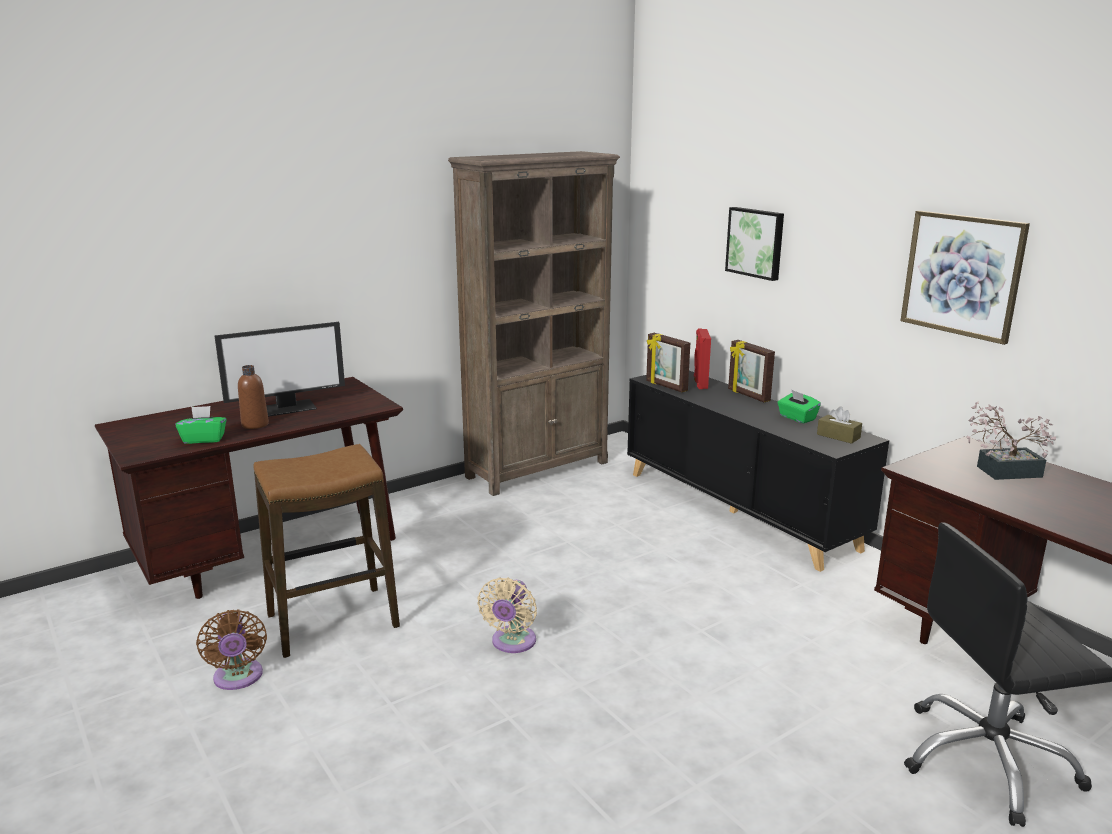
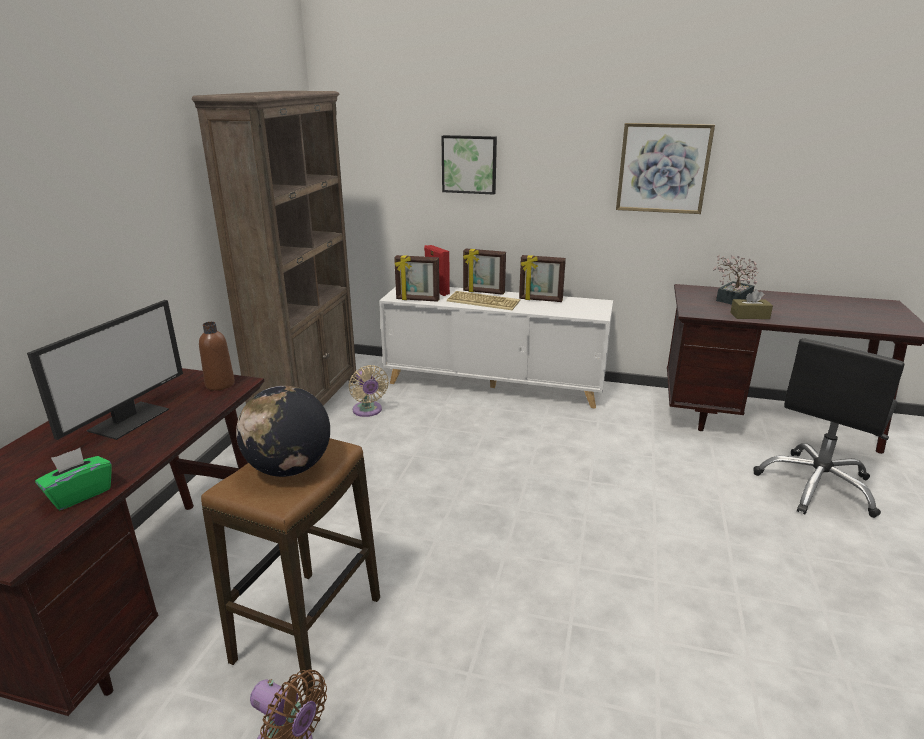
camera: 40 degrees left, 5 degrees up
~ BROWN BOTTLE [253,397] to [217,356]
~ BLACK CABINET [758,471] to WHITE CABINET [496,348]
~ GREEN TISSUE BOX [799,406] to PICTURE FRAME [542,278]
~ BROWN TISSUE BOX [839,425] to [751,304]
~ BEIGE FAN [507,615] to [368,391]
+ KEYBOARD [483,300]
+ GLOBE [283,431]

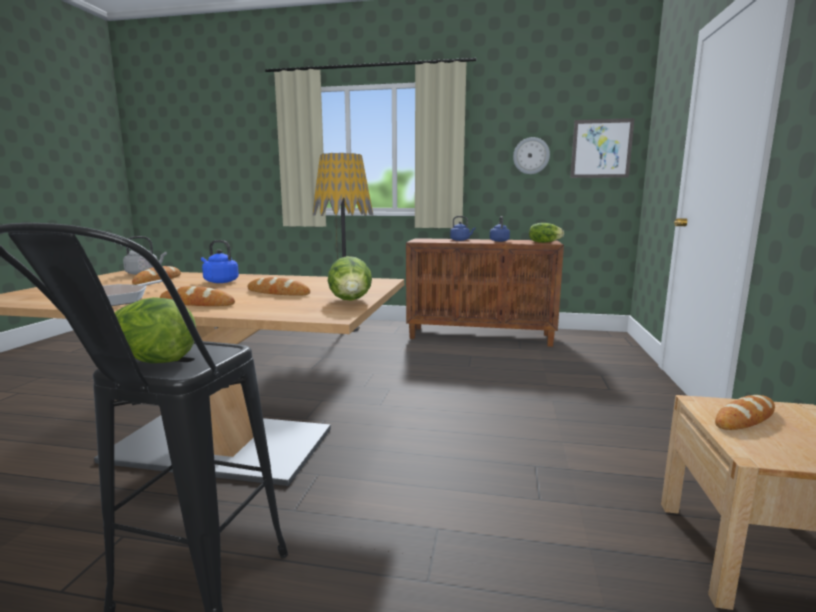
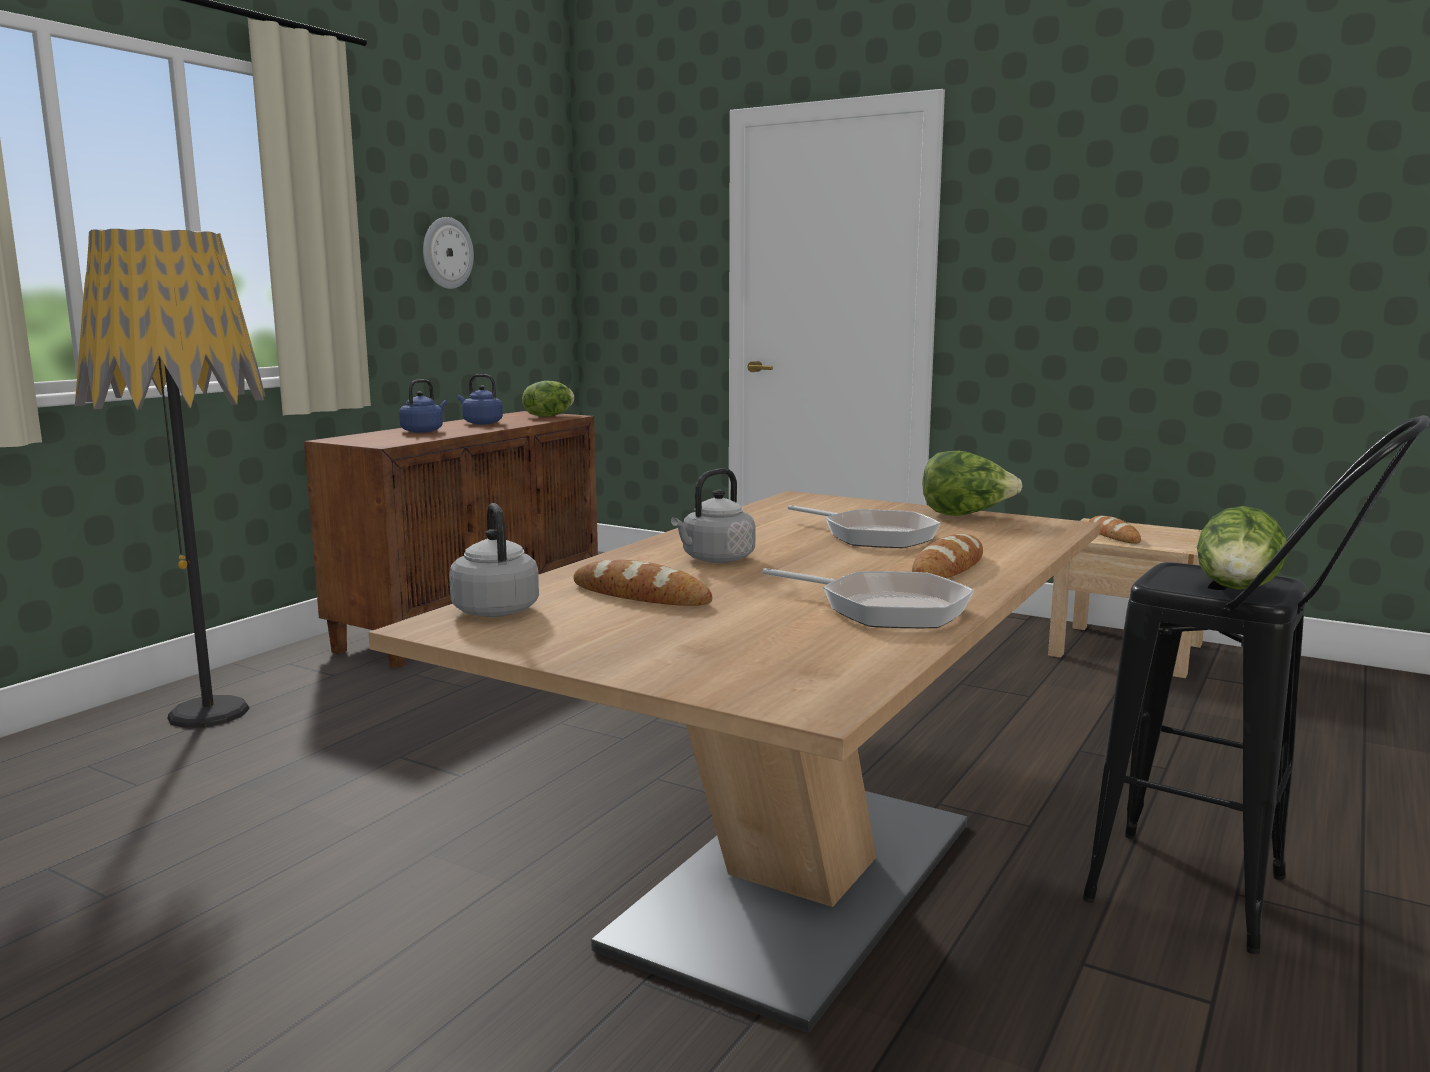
camera: 70 degrees left, 0 degrees up
- PICTURE [602,148]
~ BLUE KETTLE [220,261] to GREY KETTLE [713,515]
~ BREAD [279,286] to FRYING PAN [864,526]

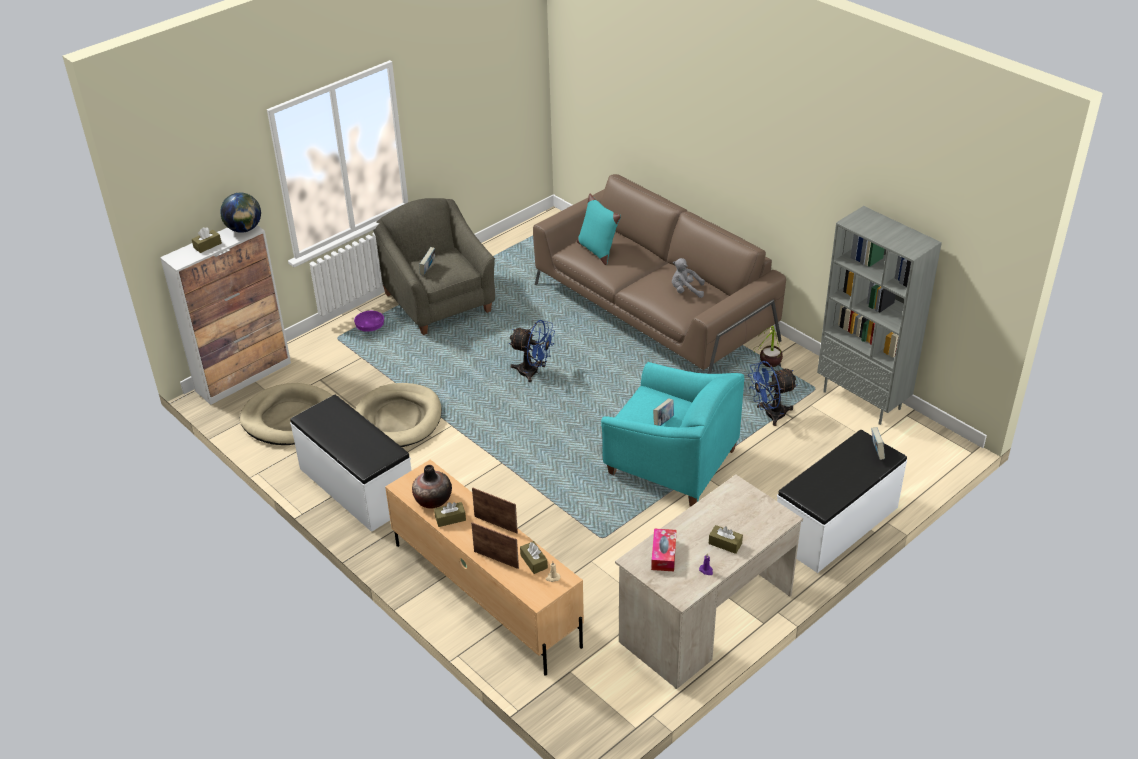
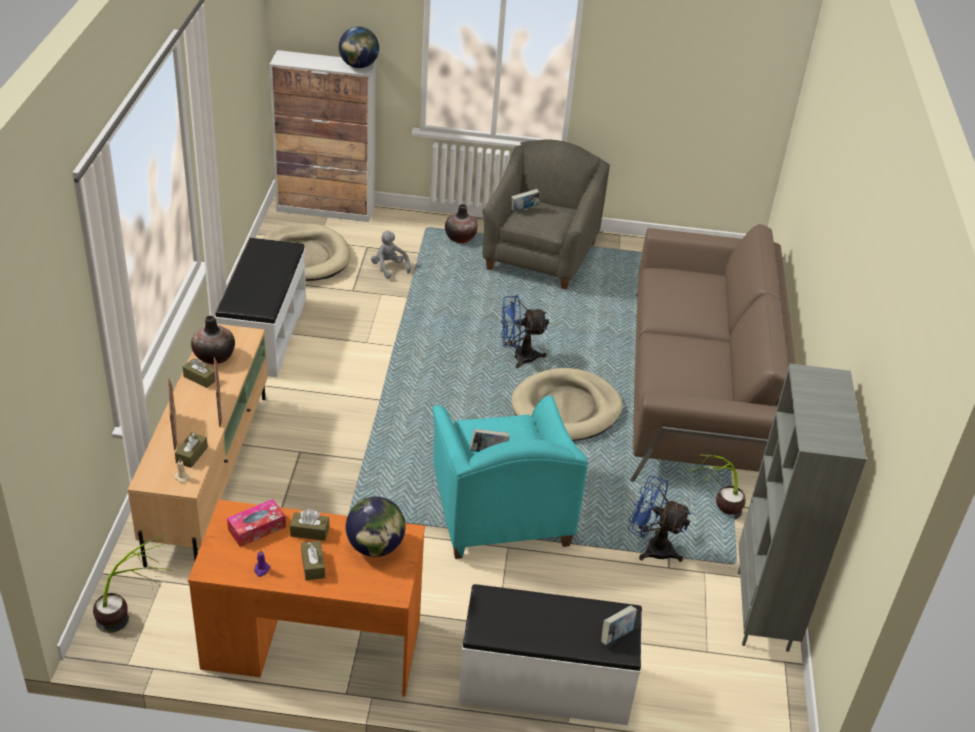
camera: 45 degrees right, 0 degrees up
- TURQUOISE PILLOW [599,229]
~ BROWN TISSUE BOX [207,240] to [309,525]
~ GREY PLUSH TOY [688,278] to [391,255]
~ PURPLE BOWL [369,321] to VASE [461,223]
~ BLUE FAN [532,351] = [525,331] 105 degrees clockwise
~ BEIGE DOG BED [398,415] to [567,404]
~ BEIGE DESK [709,581] to ORANGE DESK [306,598]
+ GLOBE [376,527]
+ POTTED PLANT [132,583]

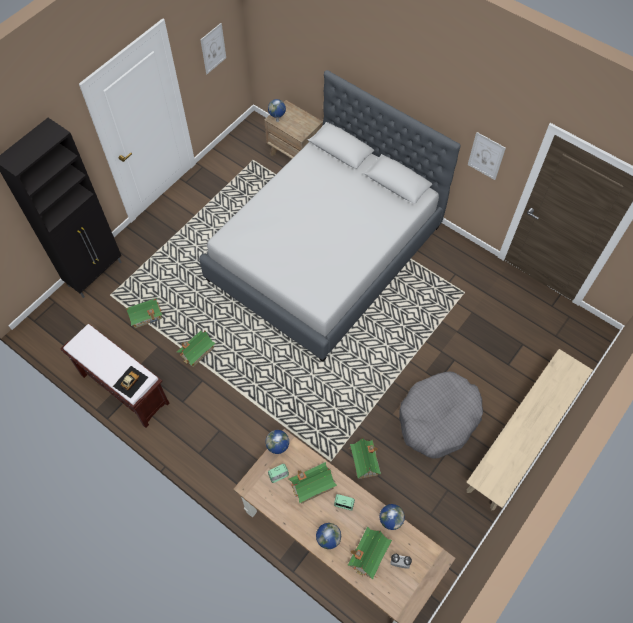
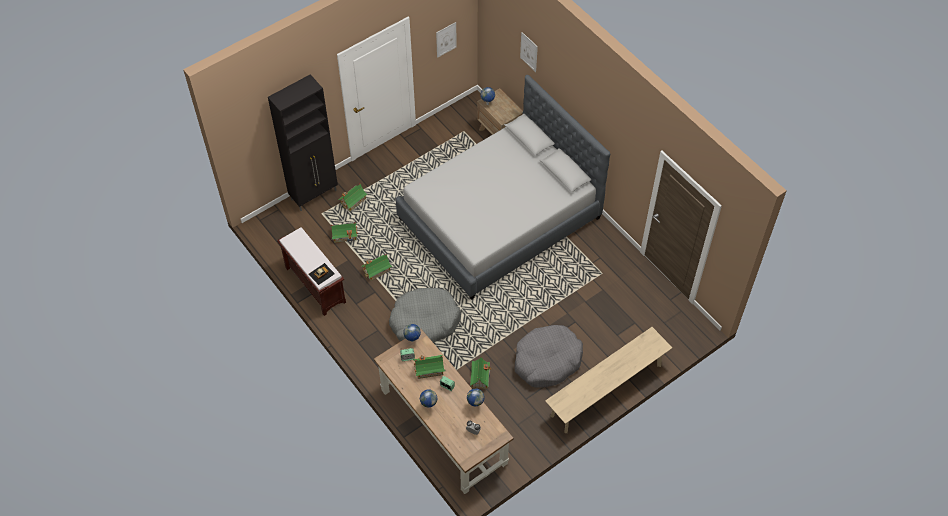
camera: 15 degrees right, 5 degrees down
~ PICTURE [487,156] to [529,52]
~ TOY HOUSE [369,553] to [352,197]
+ GREY DOG BED [425,315]

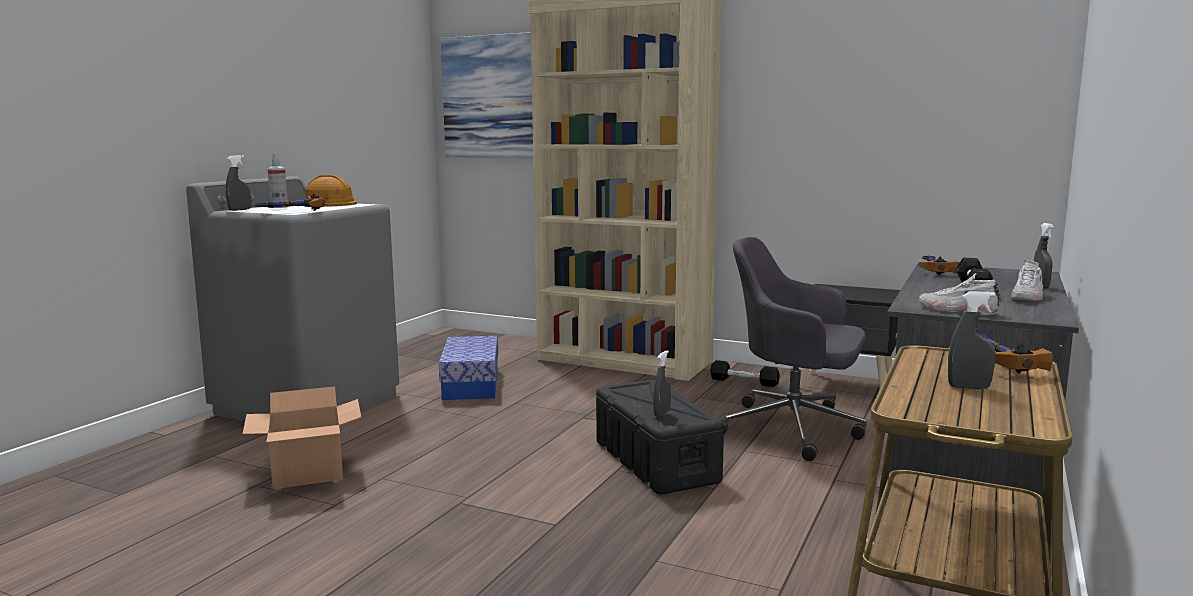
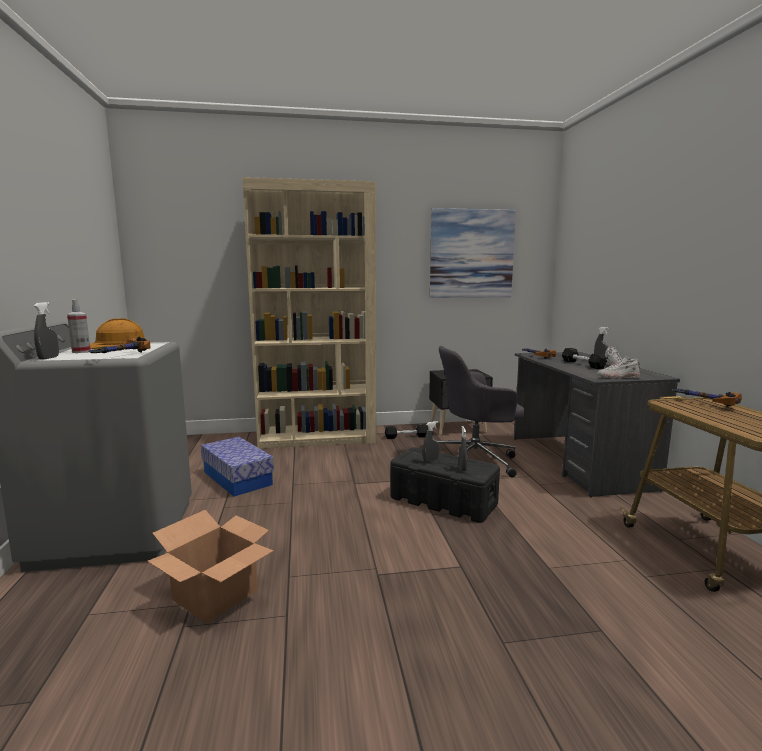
camera: 35 degrees left, 0 degrees up
~ PICTURE [487,95] to [473,253]
~ GREY SPRAY BOTTLE [972,340] to [431,441]

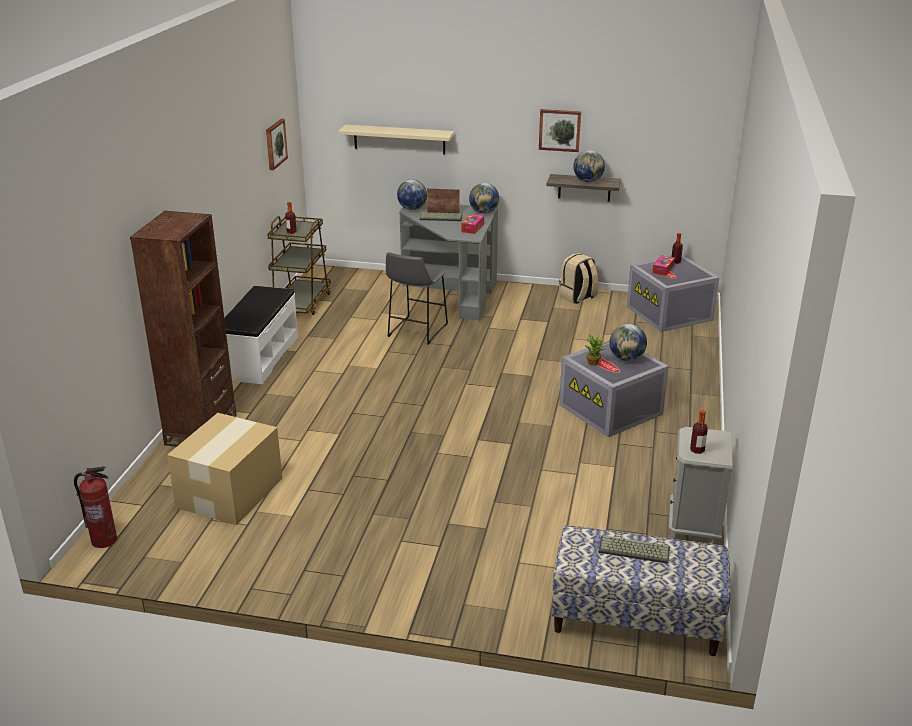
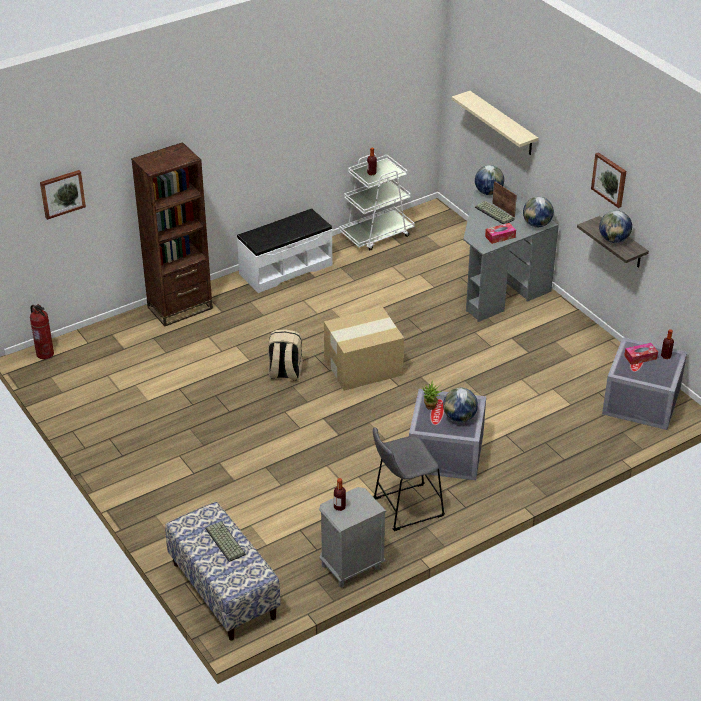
camera: 45 degrees right, 10 degrees up
~ PICTURE [277,144] to [63,195]
~ BROWN CART [299,265] to WHITE CART [377,202]
~ GREY STOOL [417,298] to [409,479]
~ BEIGE BACKPACK [578,278] to [285,355]
~ CARDBOARD BOX [224,469] to [364,349]

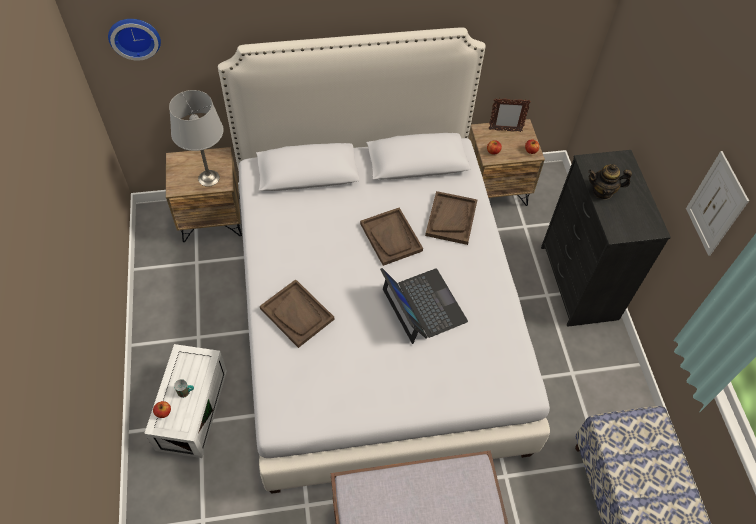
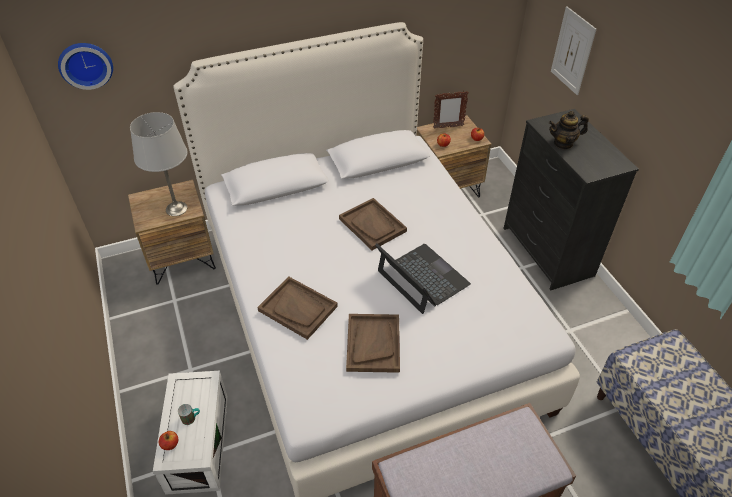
camera: 10 degrees left, 10 degrees down
~ PICTURE [717,203] to [573,51]
~ BROWN TRAY [451,218] to [373,343]

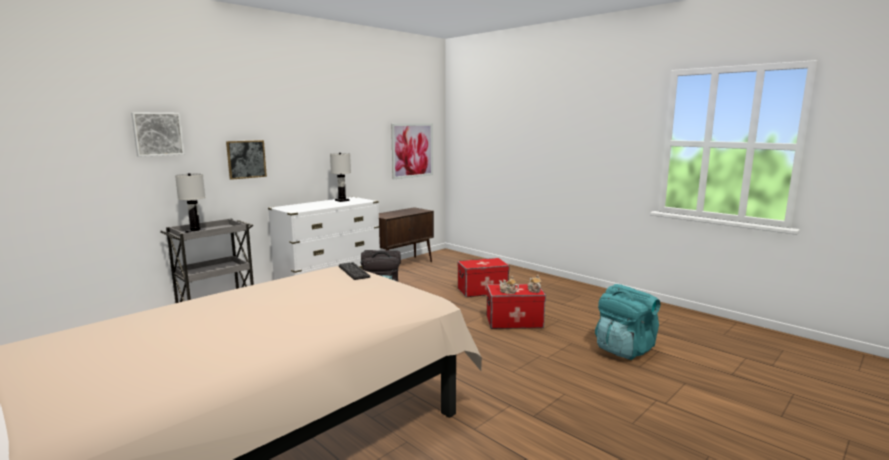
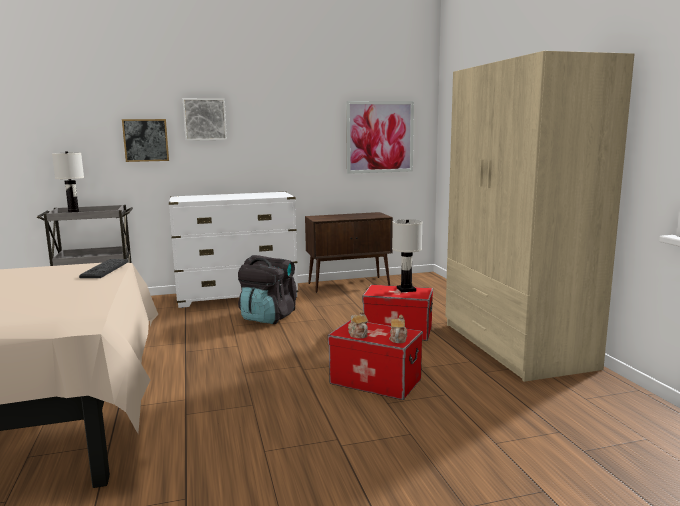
camera: 30 degrees right, 0 degrees up
~ PICTURE [157,134] to [205,119]
~ WHITE TABLE LAMP [340,177] to [407,255]
- TURQUOISE BACKPACK [627,322]
+ BEIGE WARDROBE [540,216]

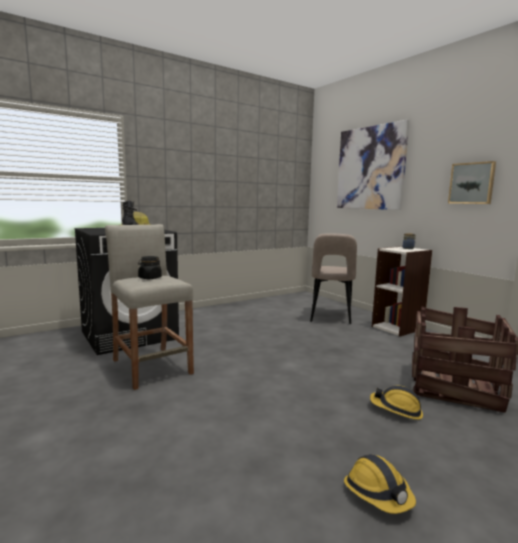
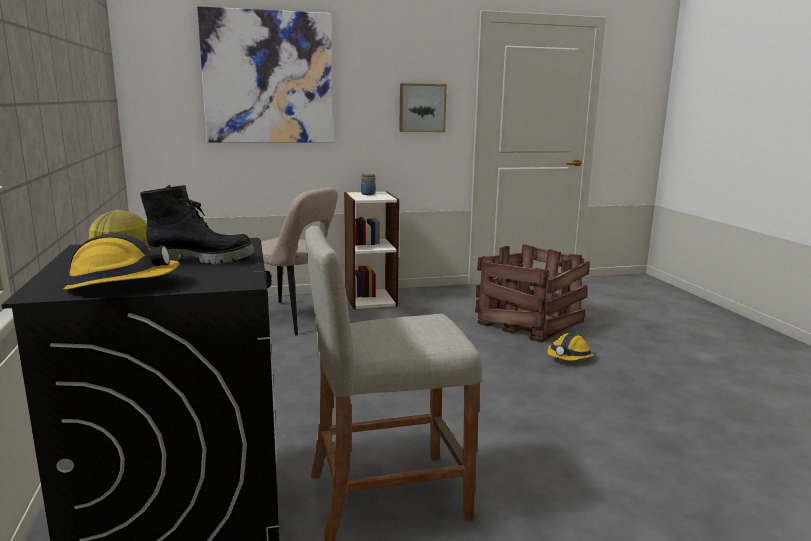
camera: 70 degrees left, 5 degrees up
- BLACK JAR [150,267]
~ HARD HAT [380,484] to [122,261]

